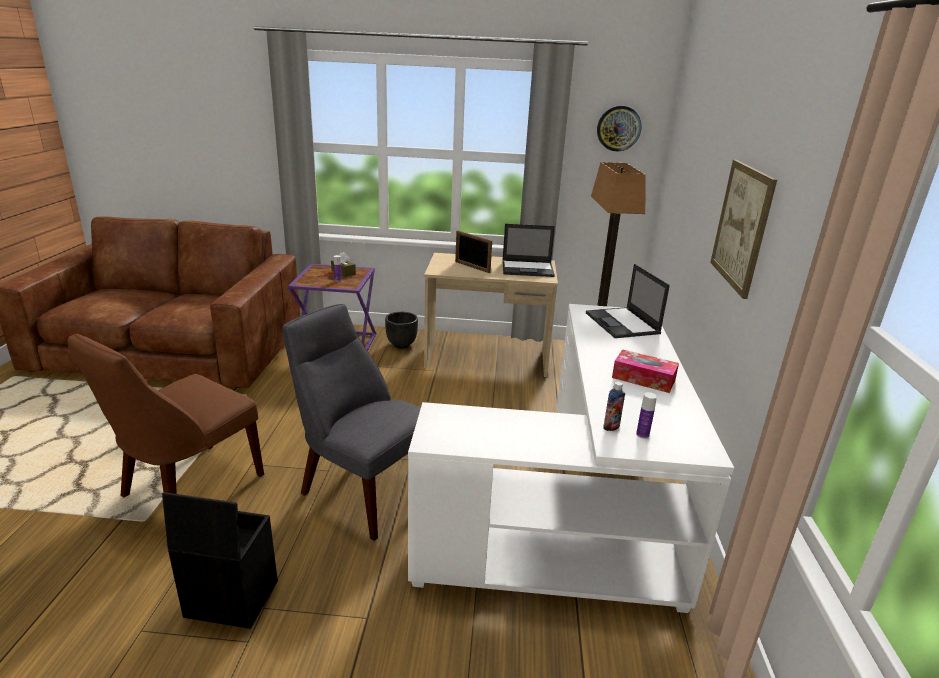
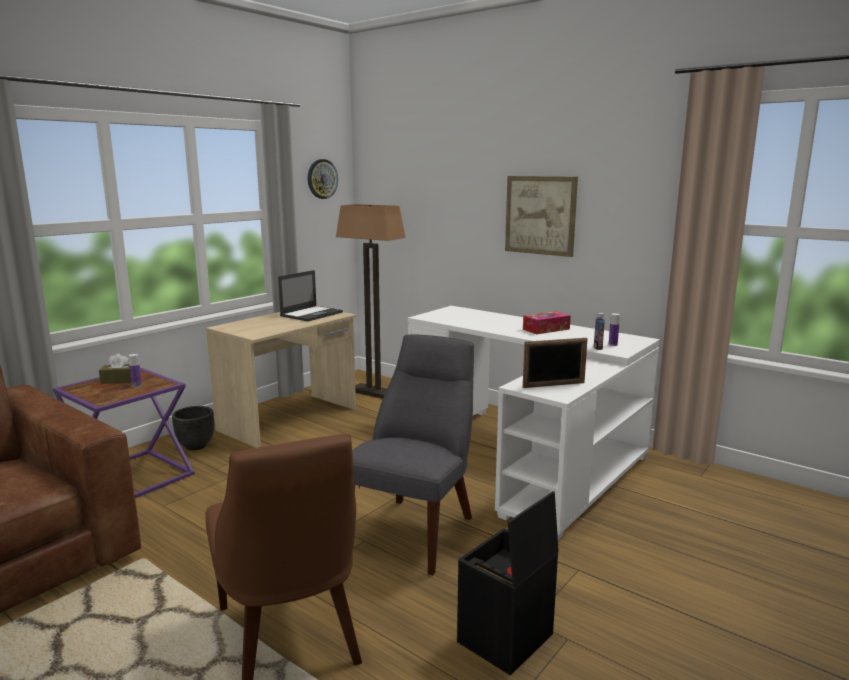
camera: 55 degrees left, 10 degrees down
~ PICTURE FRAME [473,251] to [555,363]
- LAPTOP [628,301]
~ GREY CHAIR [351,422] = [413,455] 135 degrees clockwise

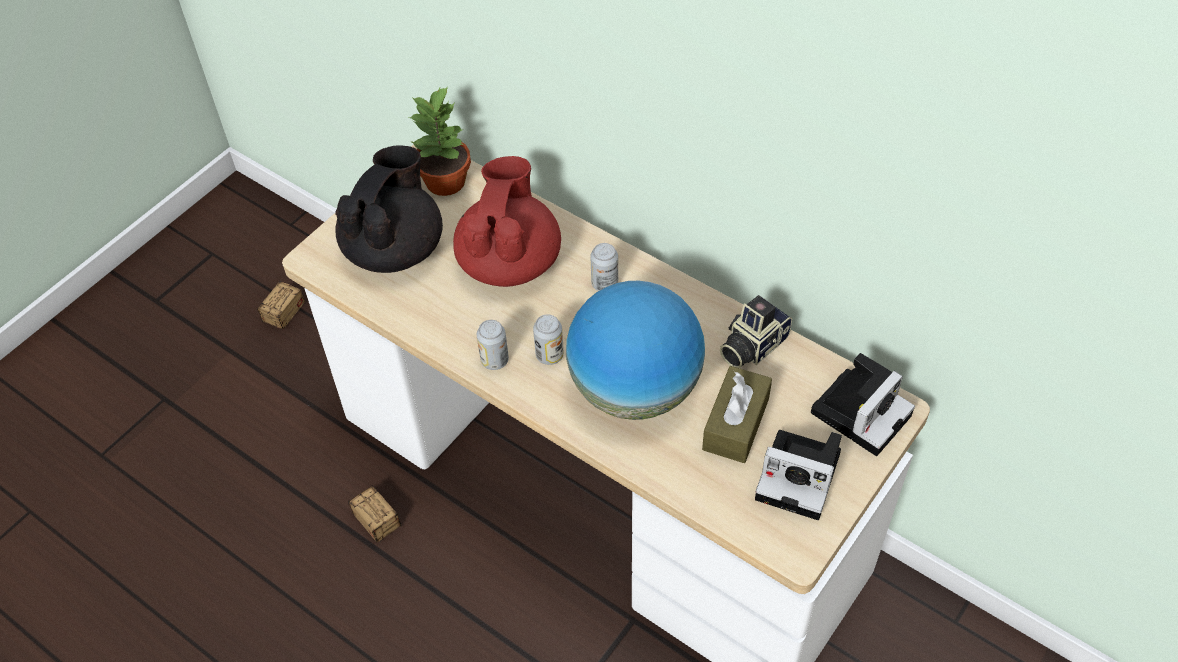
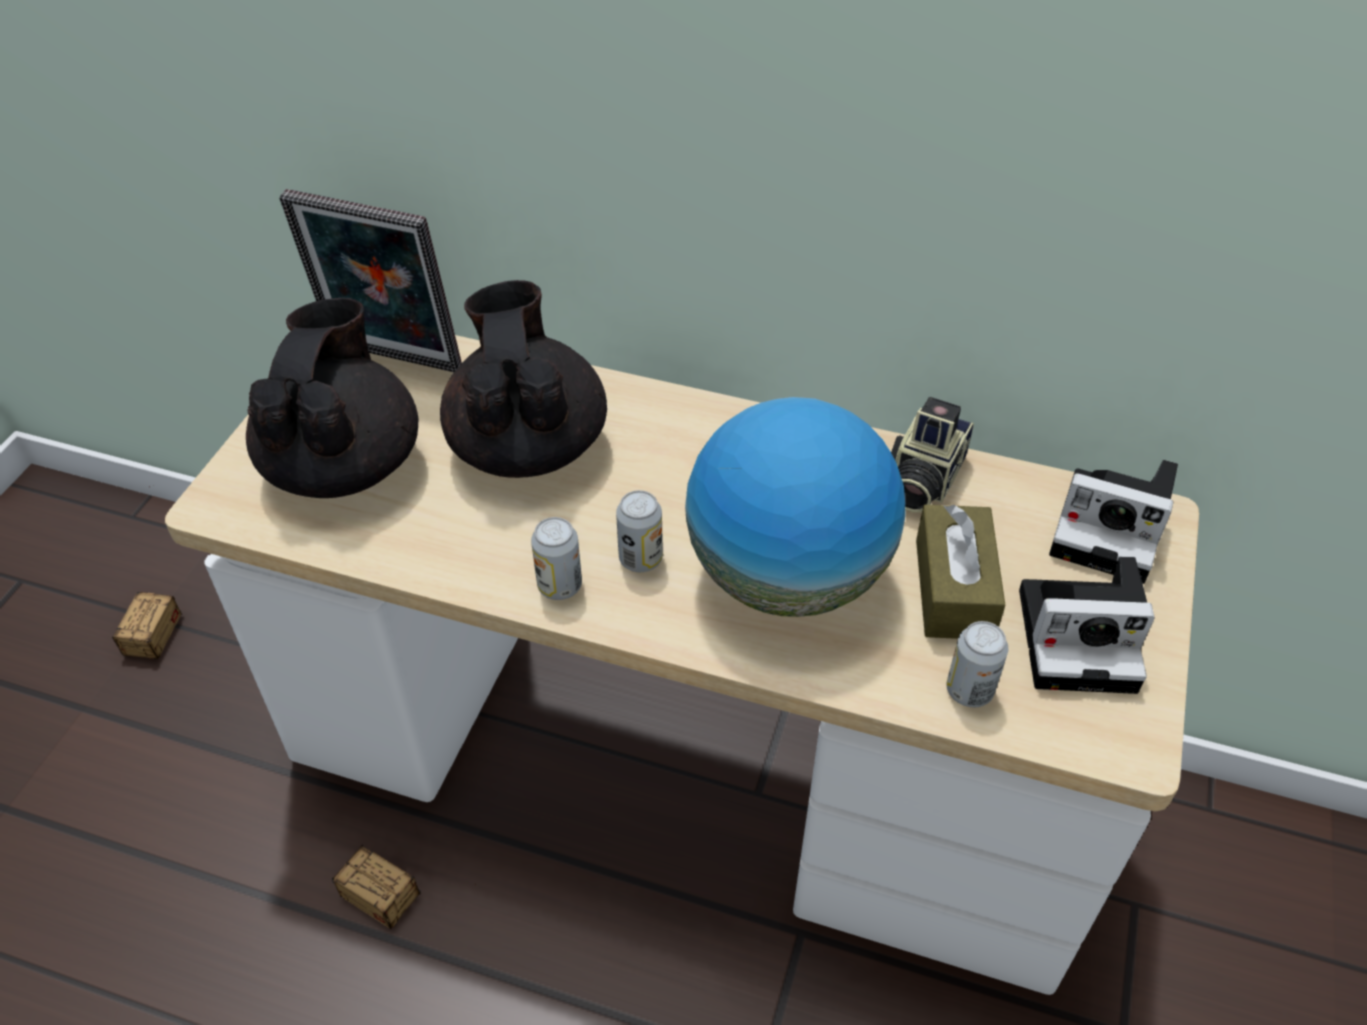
camera: 20 degrees left, 5 degrees down
~ POTTED PLANT [440,141] to PICTURE FRAME [370,280]
~ RED TEAPOT [507,221] to BLACK TEAPOT [523,379]
~ CAN [604,267] to [977,664]
~ PHOTO CAMERA [863,404] = [1113,522] 90 degrees clockwise

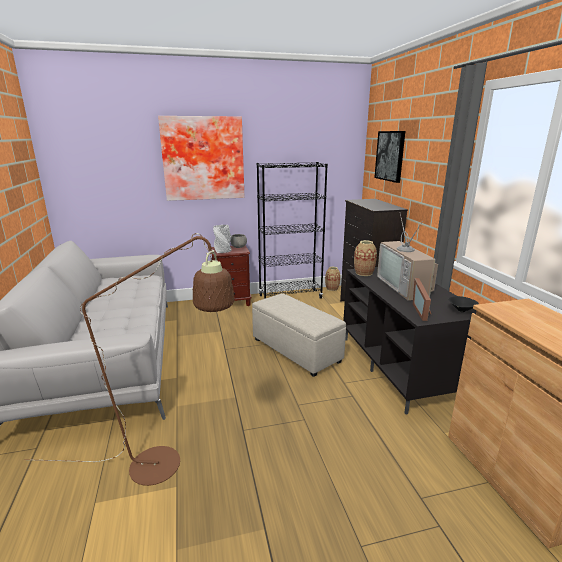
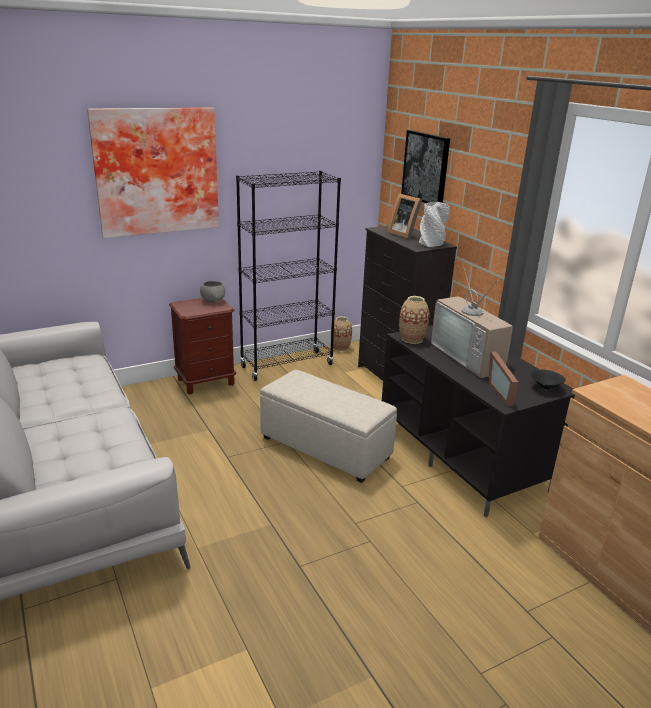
camera: 15 degrees left, 5 degrees up
~ GREY VASE [222,239] to [434,224]
- BROWN FLOOR LAMP [129,359]
+ PICTURE FRAME [404,216]

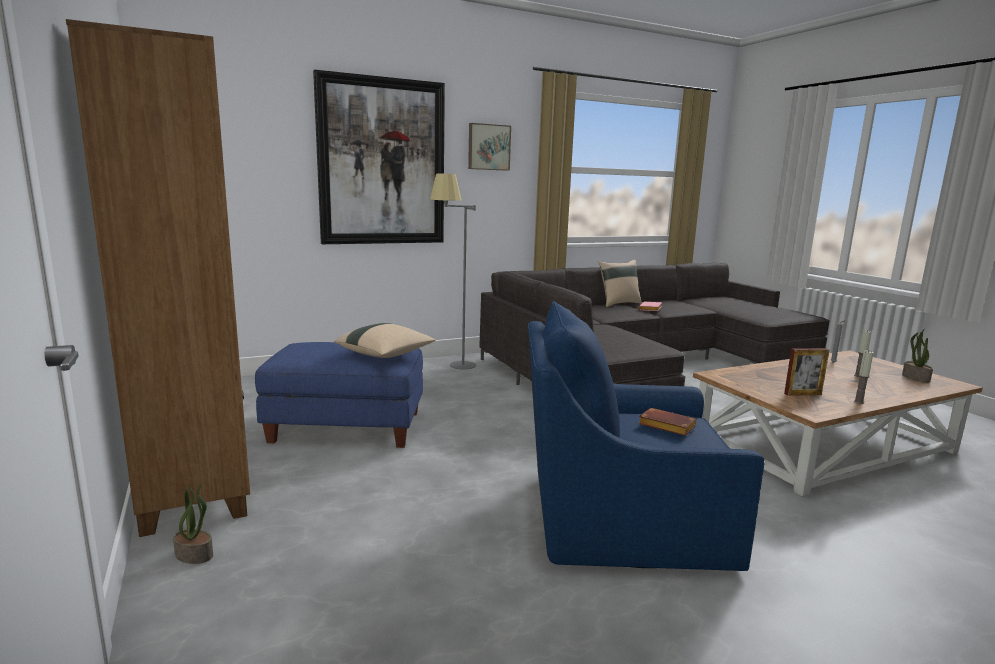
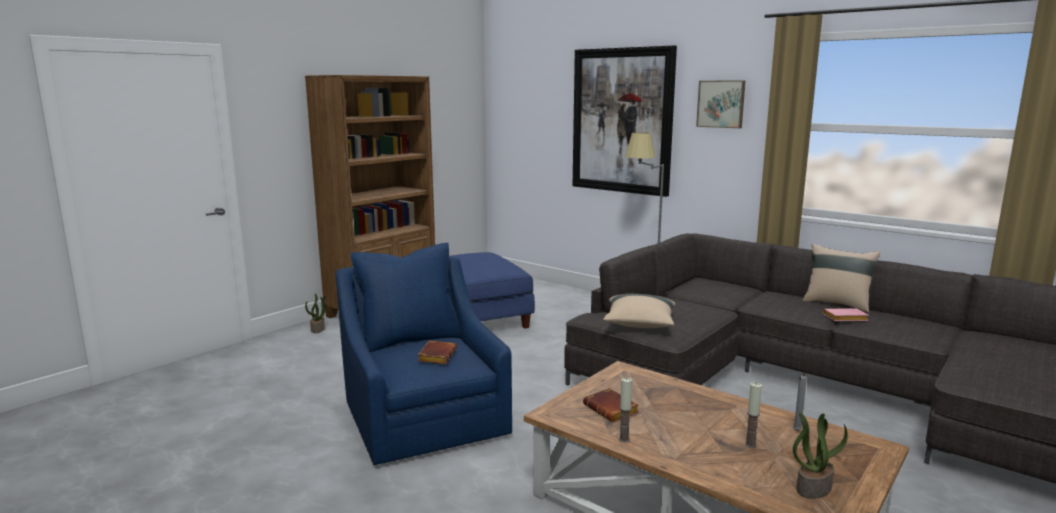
camera: 65 degrees right, 0 degrees up
~ BEIGE PILLOW [384,340] to [639,311]
~ PICTURE FRAME [806,372] to BROWN BOOK [611,405]

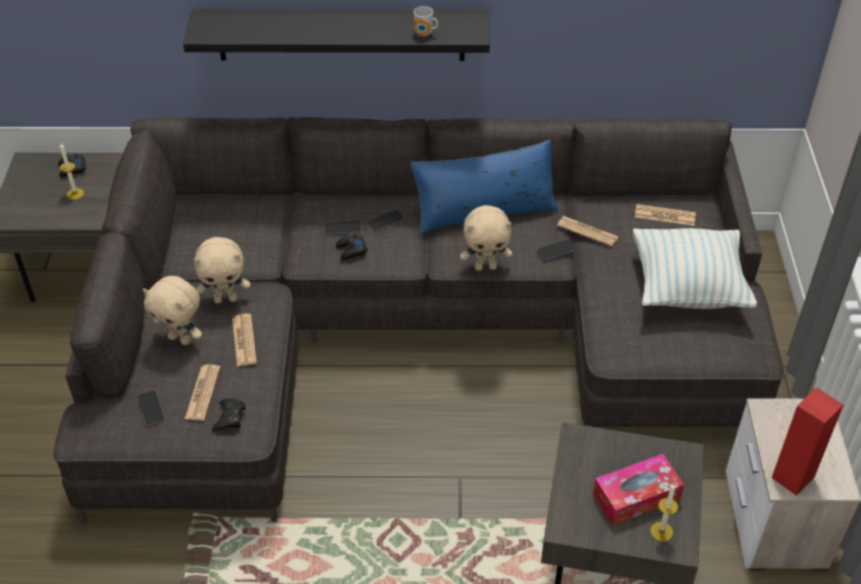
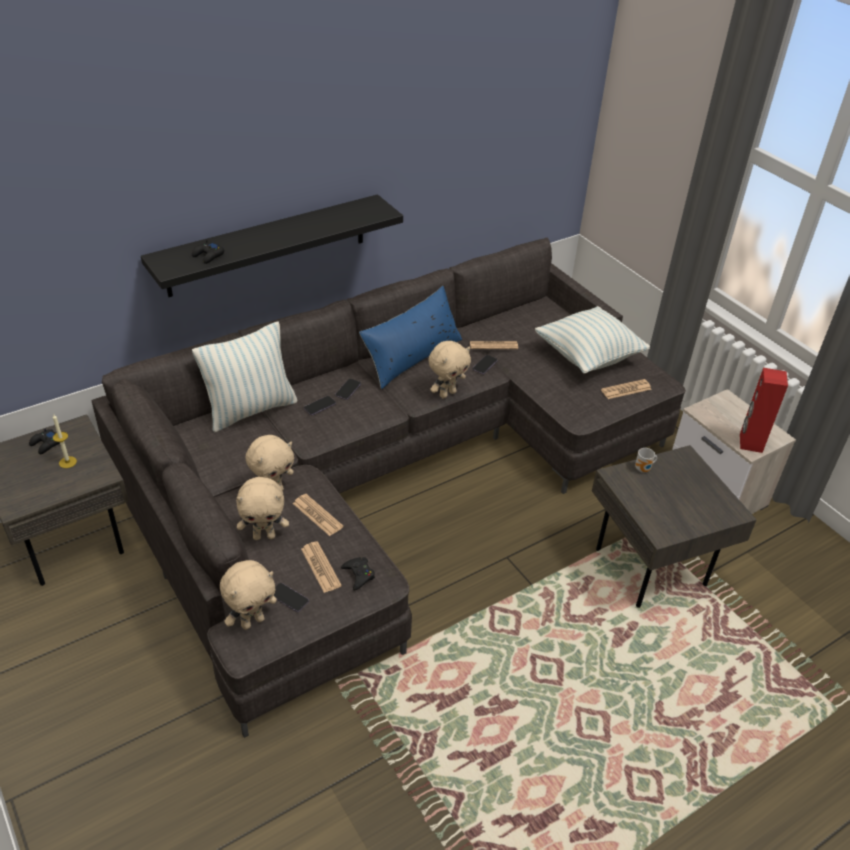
camera: 35 degrees left, 5 degrees down
~ MUG [426,21] to [646,460]
~ NEWSPAPER [665,215] to [626,389]
~ BLACK GAME CONTROLLER [352,247] to [208,252]
- TISSUE BOX [638,489]
- CANDLE [664,513]
+ PILLOW [245,376]
+ BEIGE PLUSH TOY [248,595]

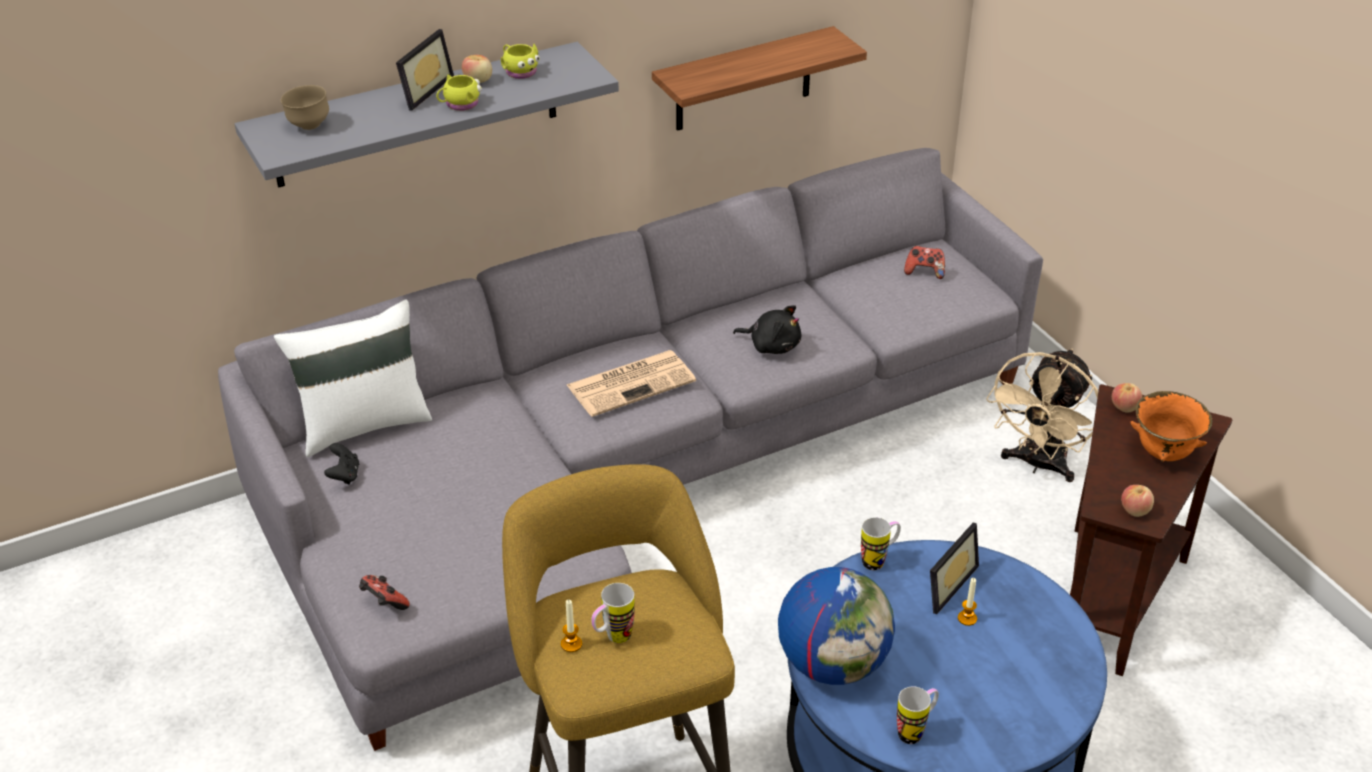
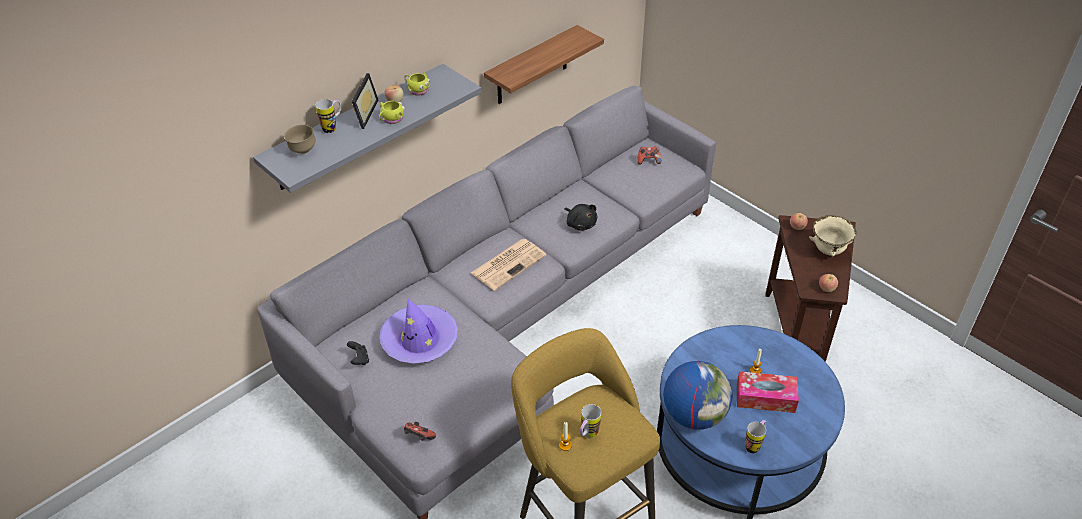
camera: 15 degrees left, 5 degrees up
- WHITE PILLOW [353,378]
~ BLACK PLUSH TOY [767,329] = [580,217] 45 degrees clockwise
- BEIGE FAN [1042,415]
~ ORANGE BOWL [1171,426] to BEIGE BOWL [833,236]
~ MUG [881,543] to [328,116]
- PICTURE FRAME [954,568]
+ PURPLE HAT [418,331]
+ TISSUE BOX [768,392]

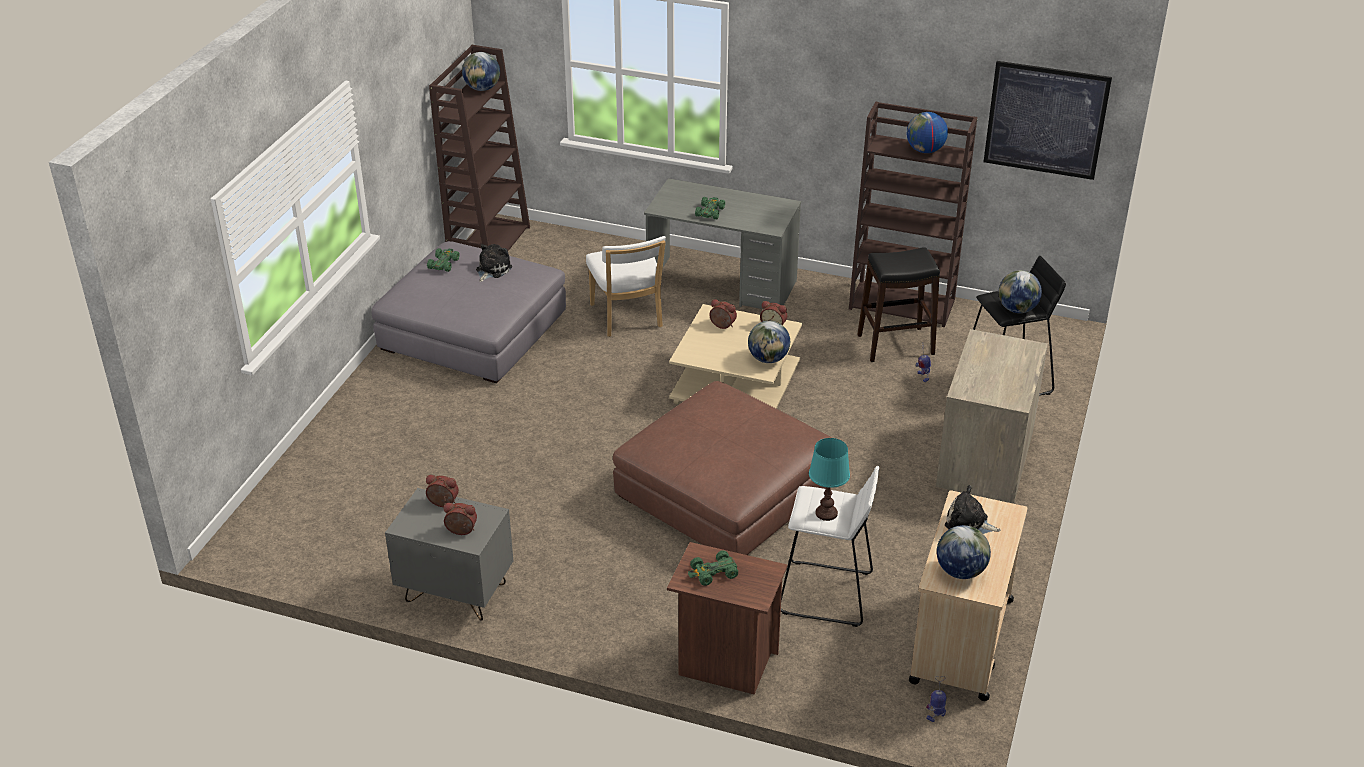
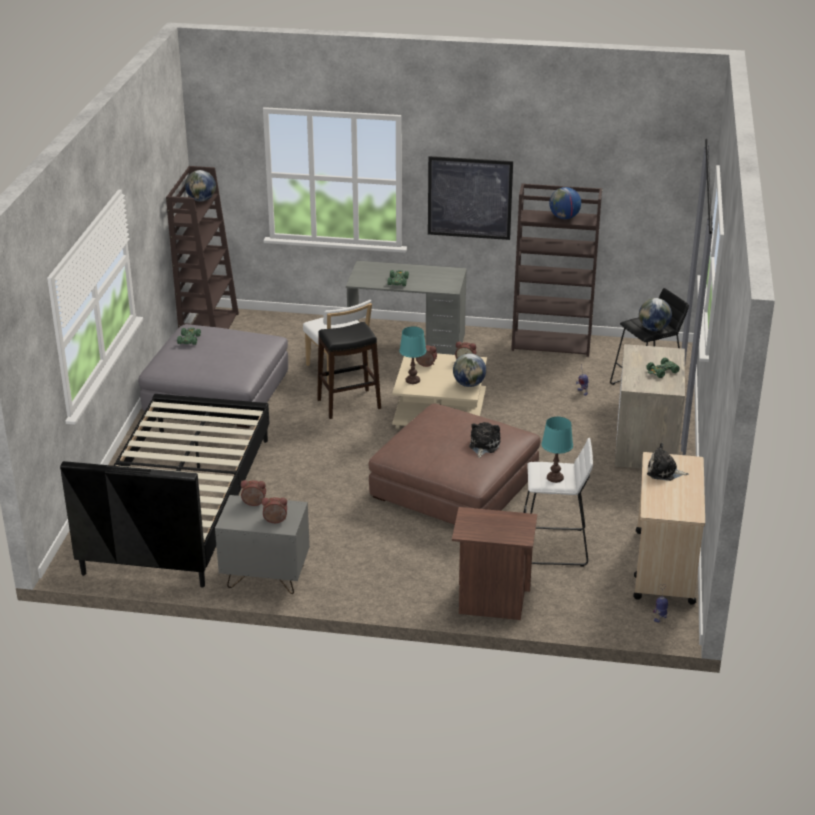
camera: 10 degrees left, 5 degrees down
~ PICTURE [1048,120] to [470,198]
~ PLUSH TOY [494,263] to [484,440]
~ BLACK STOOL [898,304] to [349,370]
- GLOBE [964,552]
~ GREEN TOY CAR [713,568] to [663,368]
+ TURQUOISE TABLE LAMP [413,355]
+ BLACK BED [164,491]

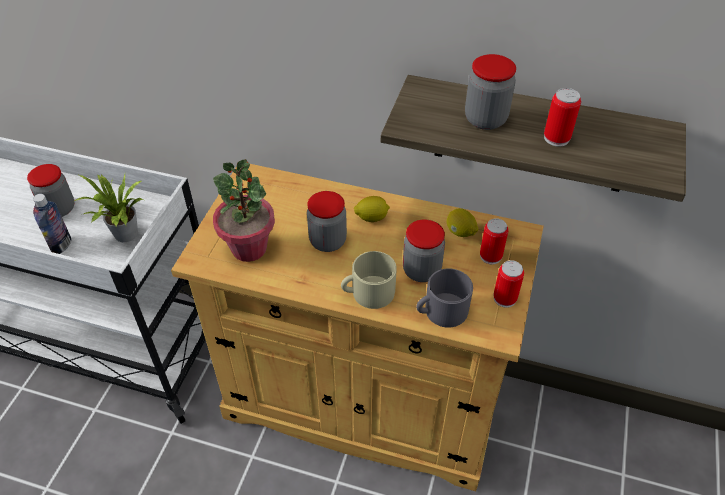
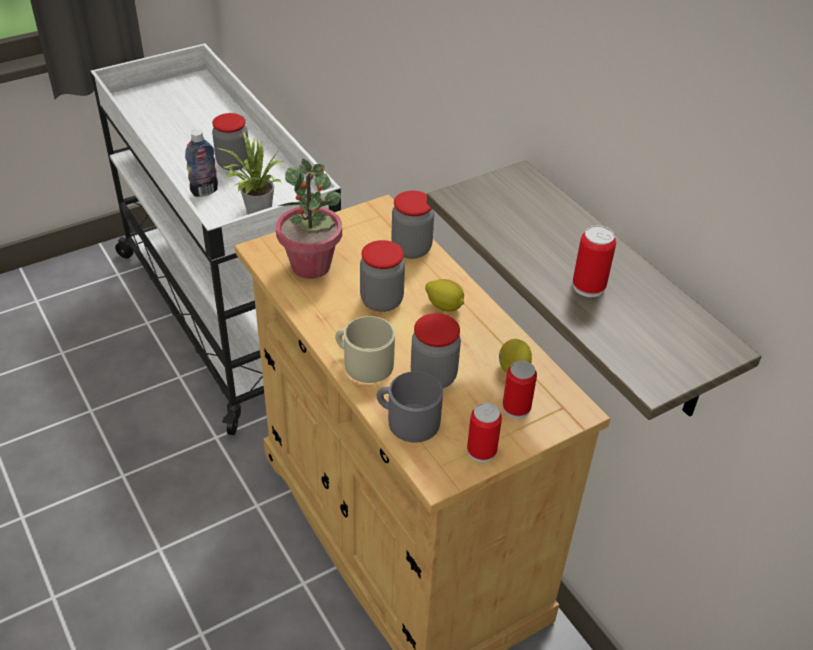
camera: 40 degrees right, 5 degrees down
~ JAR [490,92] to [412,225]

